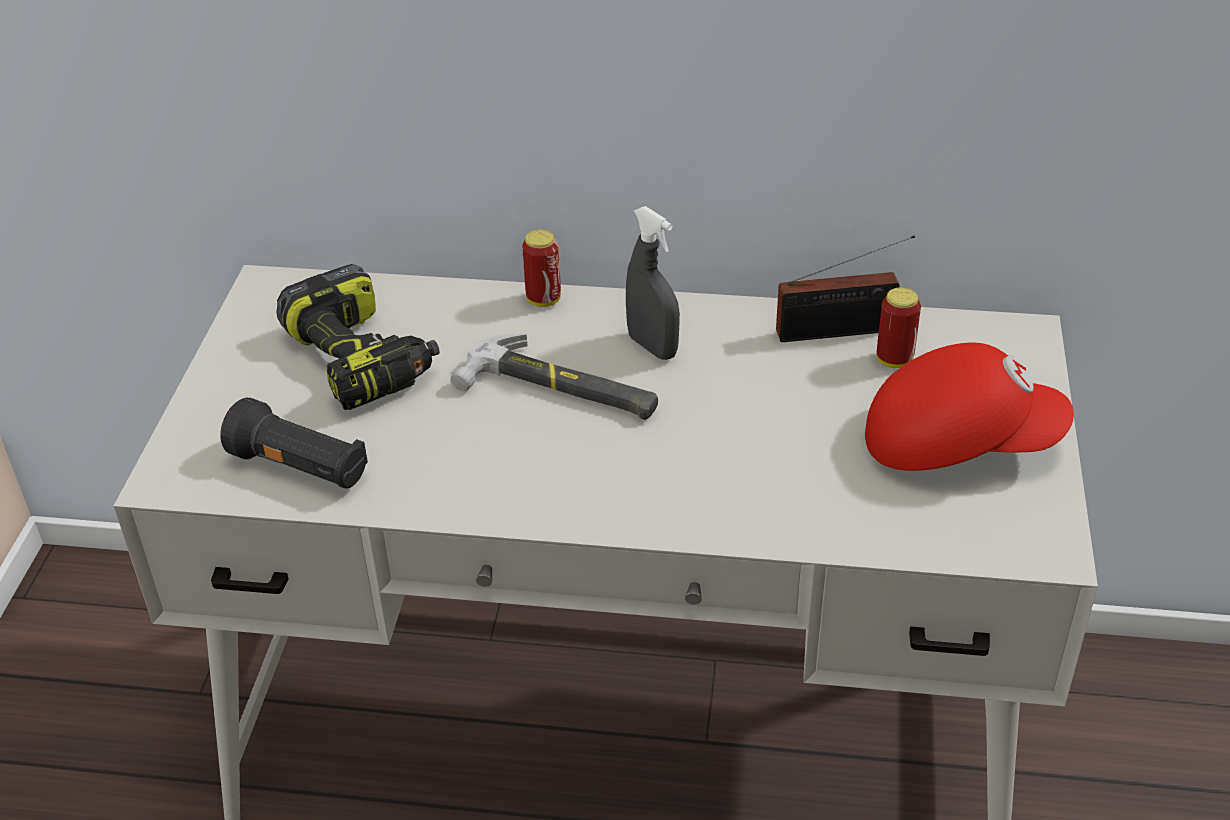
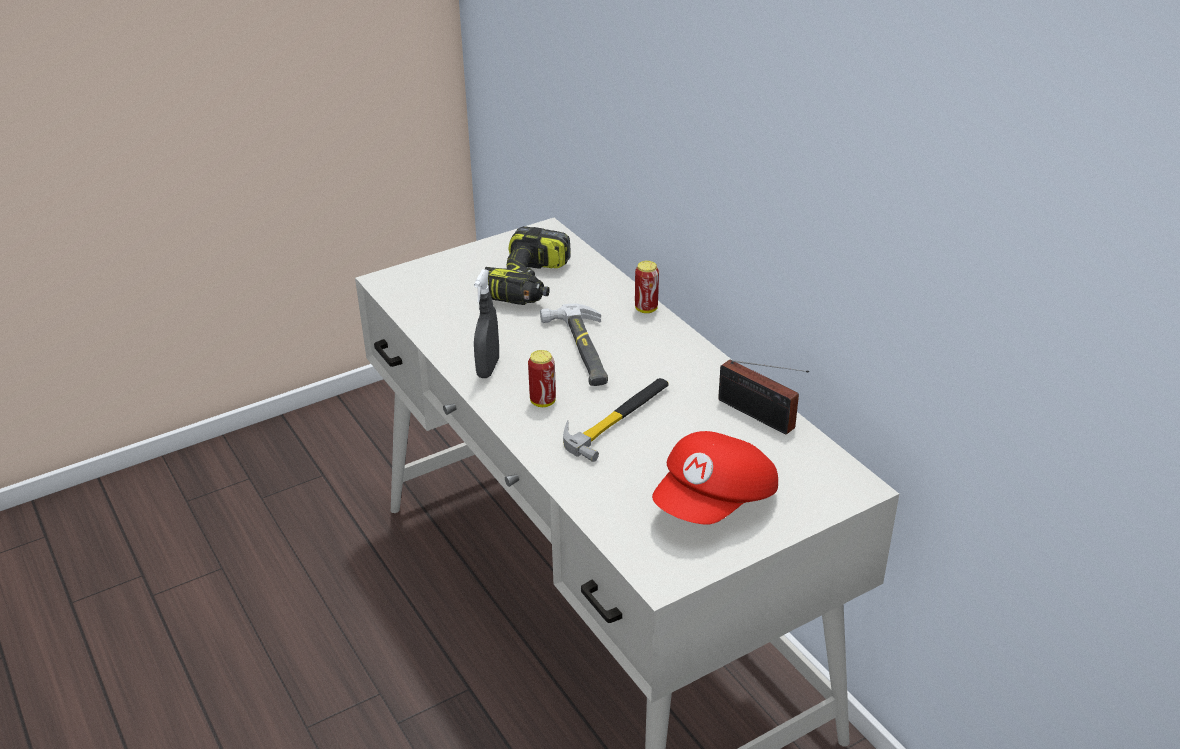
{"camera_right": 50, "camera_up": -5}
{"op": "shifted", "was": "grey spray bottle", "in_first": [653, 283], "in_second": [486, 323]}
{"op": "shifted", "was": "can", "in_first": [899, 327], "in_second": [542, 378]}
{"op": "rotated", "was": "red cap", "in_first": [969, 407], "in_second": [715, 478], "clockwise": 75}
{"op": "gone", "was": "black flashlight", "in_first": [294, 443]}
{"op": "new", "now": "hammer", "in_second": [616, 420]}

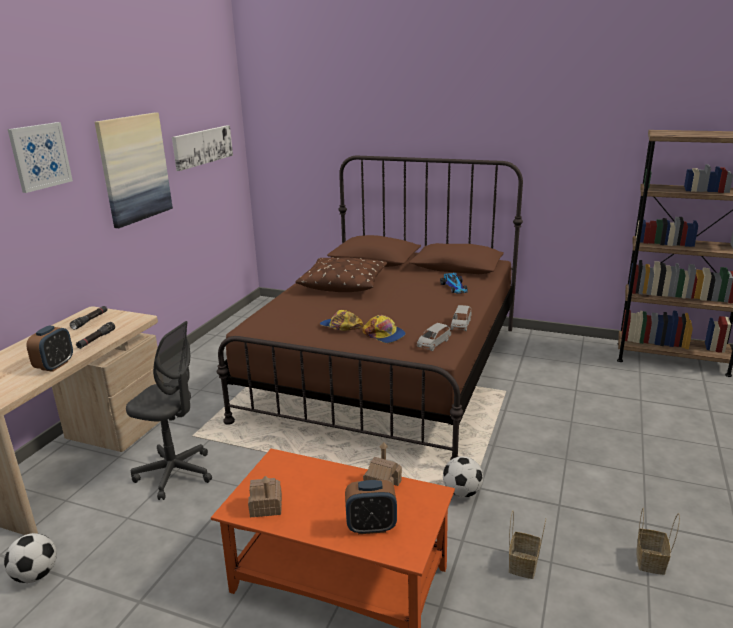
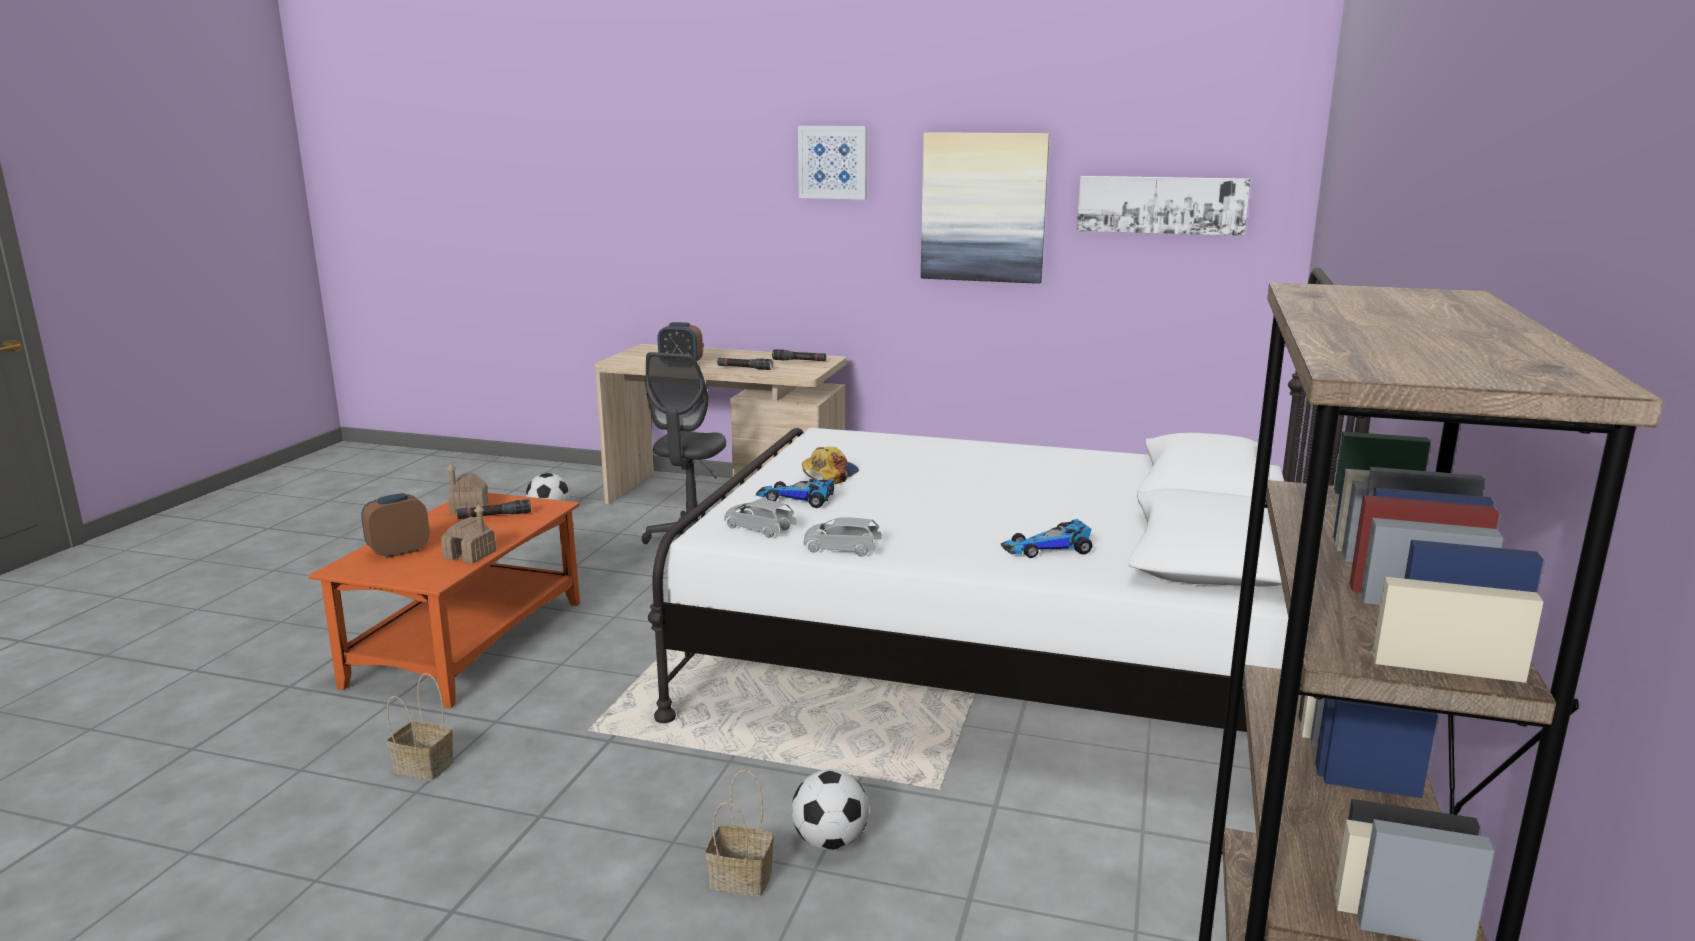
{"camera_right": 85, "camera_up": -5}
{"op": "repainted", "was": "brown bed", "now": "white bed", "in_first": [370, 308], "in_second": [1009, 499]}
{"op": "gone", "was": "brown pillow", "in_first": [341, 274]}
{"op": "swapped", "was": "cap", "now": "toy car", "in_first": [384, 329], "in_second": [795, 493]}
{"op": "shifted", "was": "football", "in_first": [463, 477], "in_second": [830, 809]}
{"op": "rotated", "was": "alarm clock", "in_first": [371, 507], "in_second": [395, 526], "clockwise": 60}
{"op": "shifted", "was": "basket", "in_first": [658, 541], "in_second": [739, 833]}
{"op": "new", "now": "black flashlight", "in_second": [494, 509]}

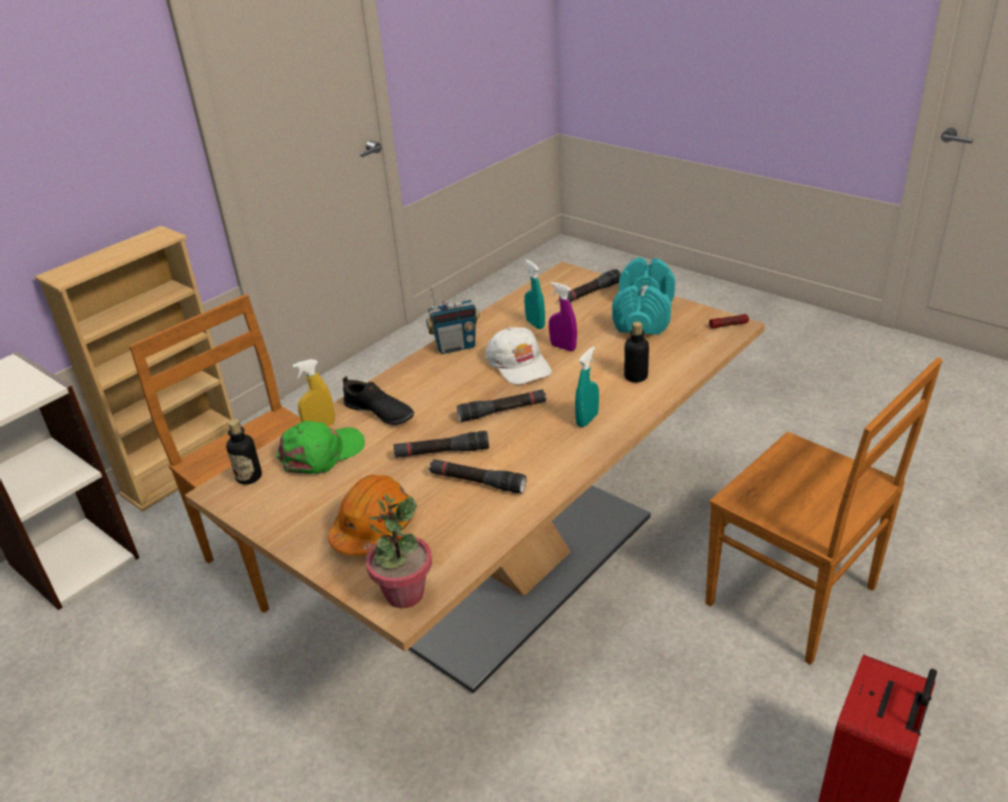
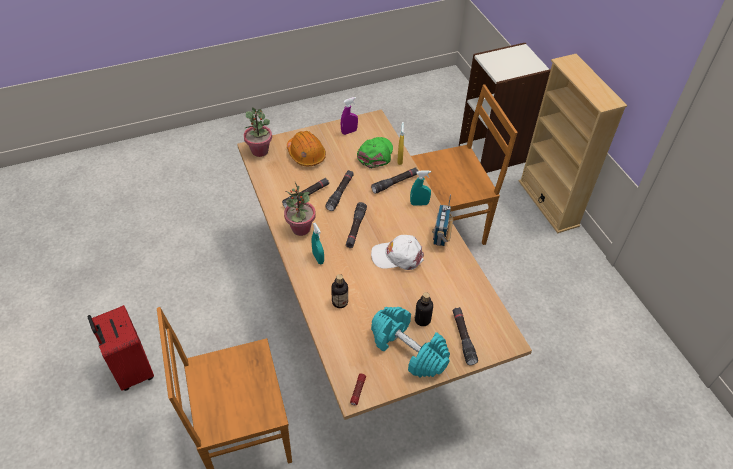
{"camera_right": 115, "camera_up": 15}
{"op": "shifted", "was": "turquoise spray bottle", "in_first": [534, 294], "in_second": [420, 188]}
{"op": "shifted", "was": "purple spray bottle", "in_first": [563, 316], "in_second": [349, 116]}
{"op": "swapped", "was": "black shoe", "now": "black flashlight", "in_first": [378, 400], "in_second": [394, 180]}
{"op": "shifted", "was": "bottle", "in_first": [244, 452], "in_second": [424, 309]}
{"op": "rotated", "was": "green cap", "in_first": [320, 447], "in_second": [375, 153], "clockwise": -150}
{"op": "new", "now": "potted plant", "in_second": [300, 209]}

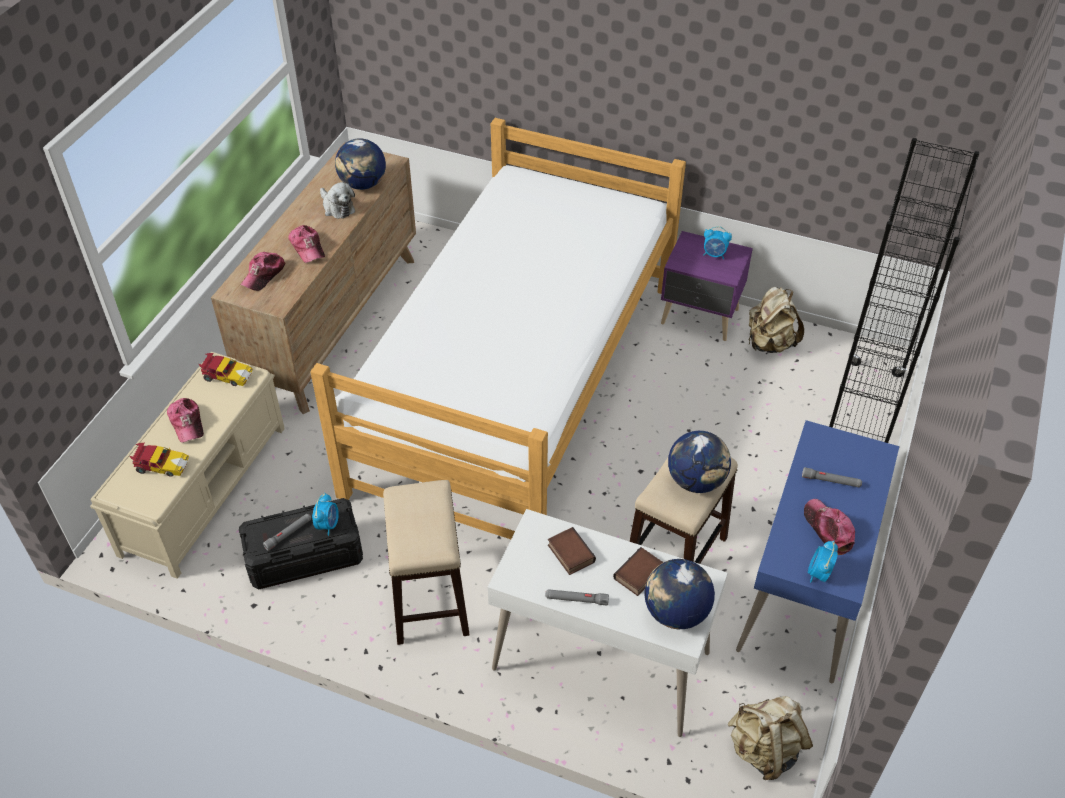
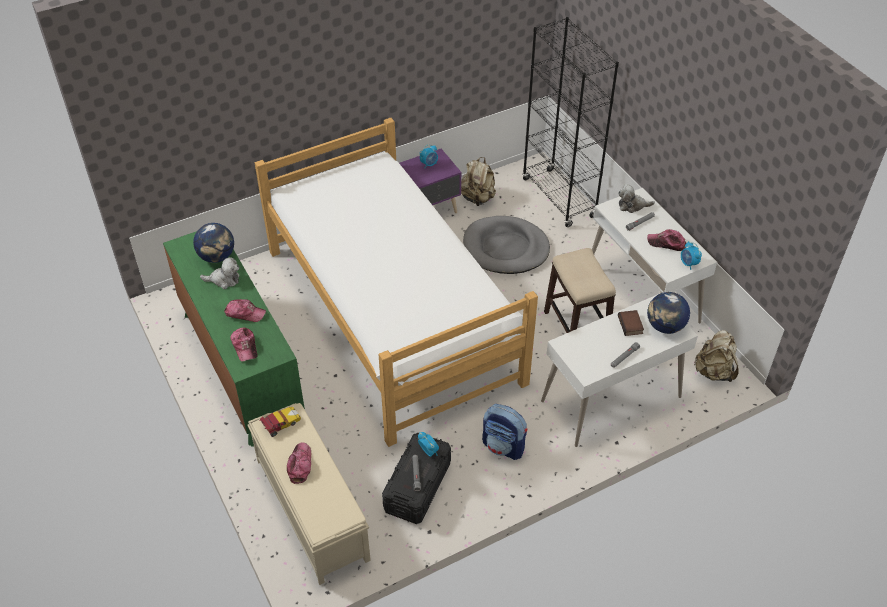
{"camera_right": -50, "camera_up": 0}
{"op": "repainted", "was": "brown dresser", "now": "green dresser", "in_first": [313, 278], "in_second": [234, 339]}
{"op": "rotated", "was": "cap", "in_first": [185, 420], "in_second": [299, 463], "clockwise": -105}
{"op": "repainted", "was": "blue desk", "now": "white desk", "in_first": [817, 551], "in_second": [654, 256]}
{"op": "gone", "was": "globe", "in_first": [699, 462]}
{"op": "gone", "was": "toy car", "in_first": [159, 460]}
{"op": "swapped", "was": "stool", "now": "backpack", "in_first": [426, 562], "in_second": [504, 432]}
{"op": "gone", "was": "book", "in_first": [572, 551]}
{"op": "new", "now": "plush toy", "in_second": [636, 198]}
{"op": "new", "now": "grey dog bed", "in_second": [506, 245]}

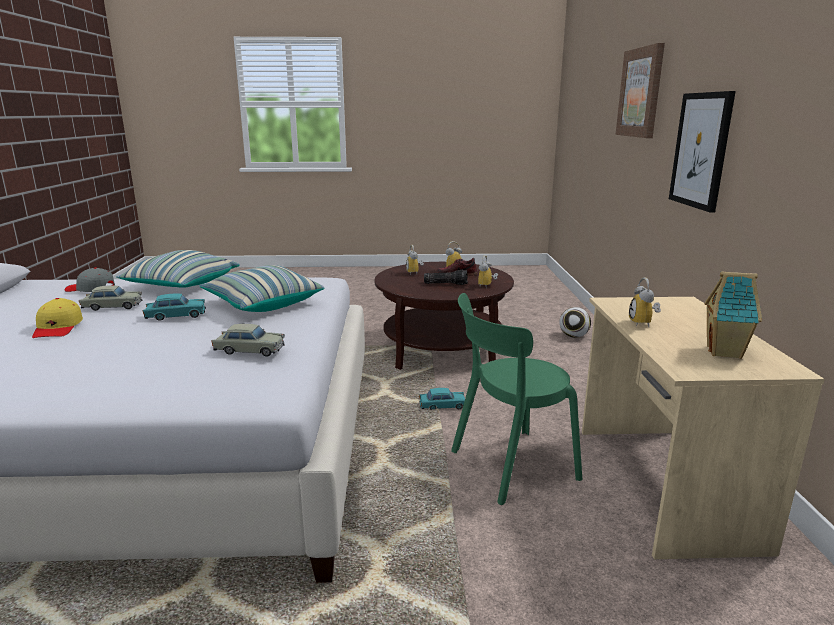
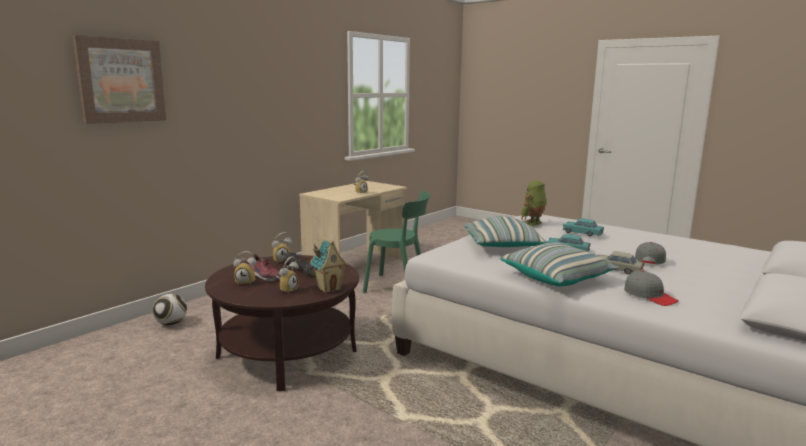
{"camera_right": -140, "camera_up": -5}
{"op": "gone", "was": "picture", "in_first": [702, 151]}
{"op": "shifted", "was": "toy house", "in_first": [733, 315], "in_second": [328, 265]}
{"op": "repainted", "was": "yellow cap", "now": "grey cap", "in_first": [57, 318], "in_second": [650, 253]}
{"op": "swapped", "was": "beige toy car", "now": "toy robot", "in_first": [248, 340], "in_second": [534, 203]}
{"op": "shifted", "was": "turquoise toy car", "in_first": [442, 399], "in_second": [583, 227]}

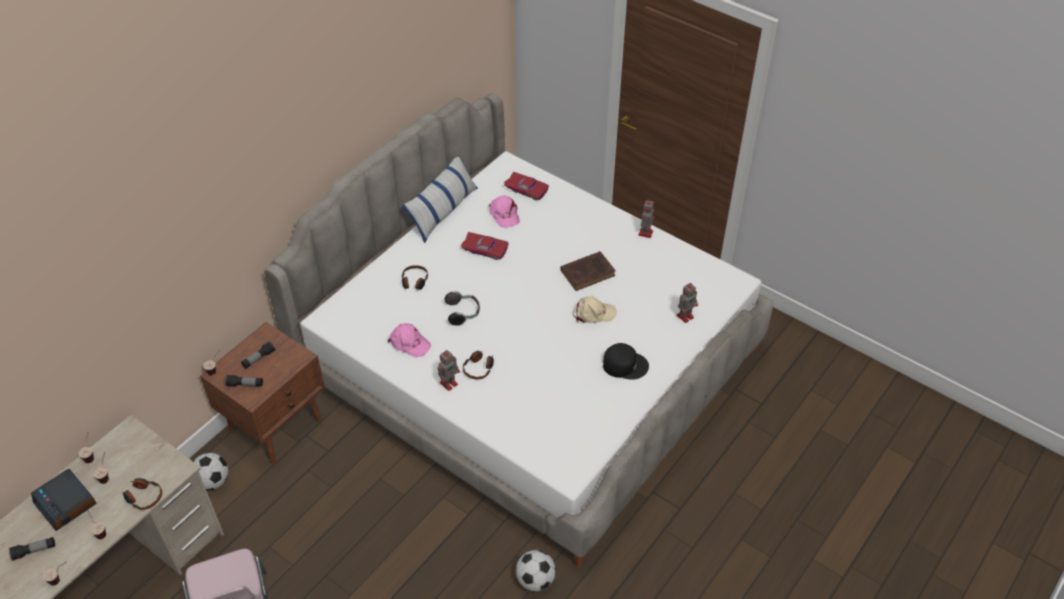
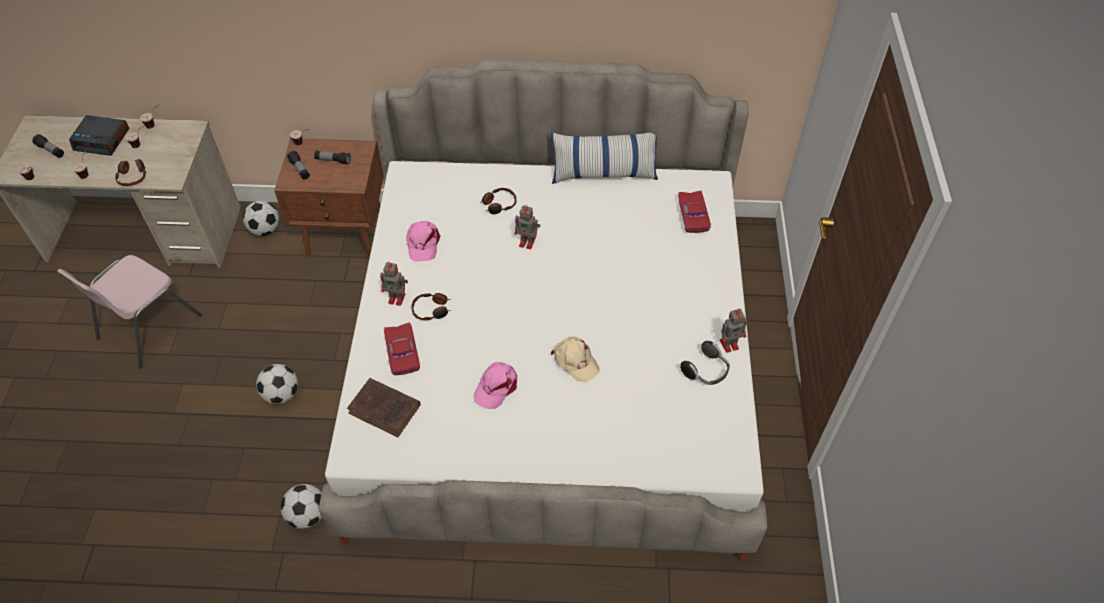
{"camera_right": 55, "camera_up": 5}
{"op": "shifted", "was": "pink cap", "in_first": [504, 211], "in_second": [495, 385]}
{"op": "shifted", "was": "red toy car", "in_first": [485, 246], "in_second": [402, 348]}
{"op": "shifted", "was": "brown book", "in_first": [588, 271], "in_second": [383, 407]}
{"op": "shifted", "was": "toy robot", "in_first": [687, 302], "in_second": [527, 227]}
{"op": "shifted", "was": "headphones", "in_first": [462, 308], "in_second": [705, 363]}
{"op": "gone", "was": "black cap", "in_first": [626, 361]}
{"op": "rotated", "was": "alarm clock", "in_first": [64, 500], "in_second": [99, 135], "clockwise": -90}
{"op": "new", "now": "football", "in_second": [277, 384]}

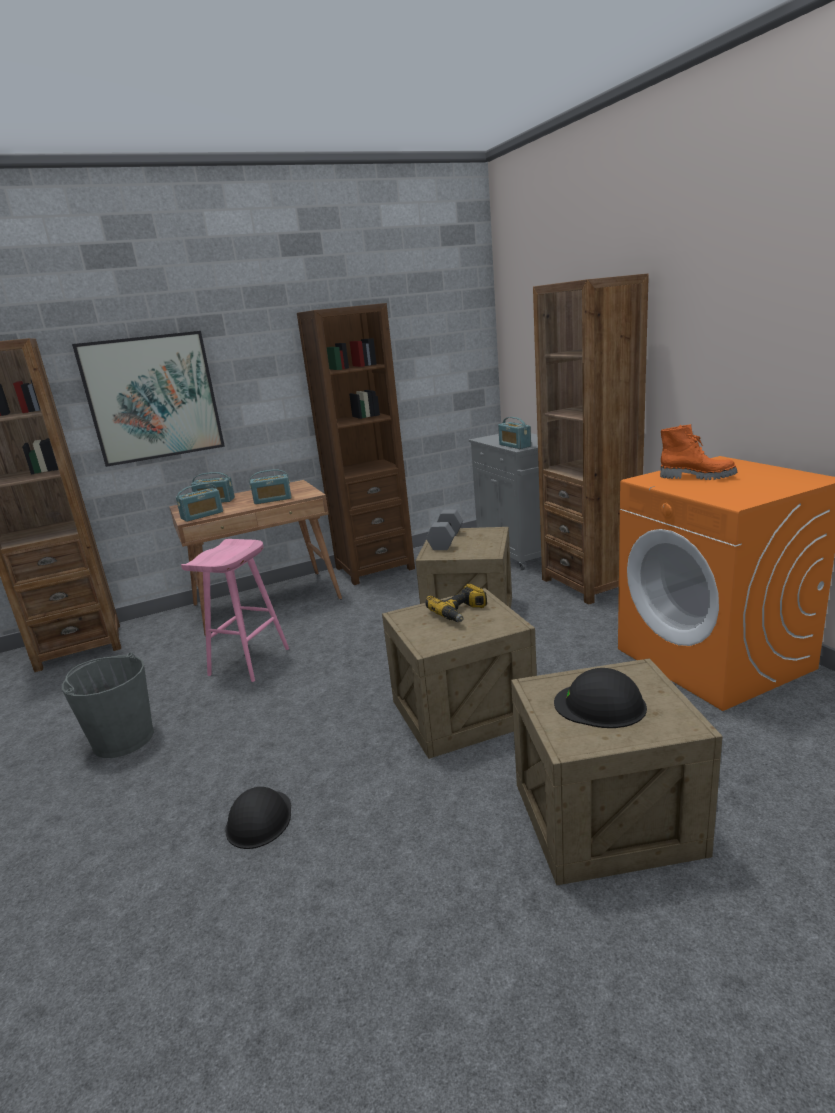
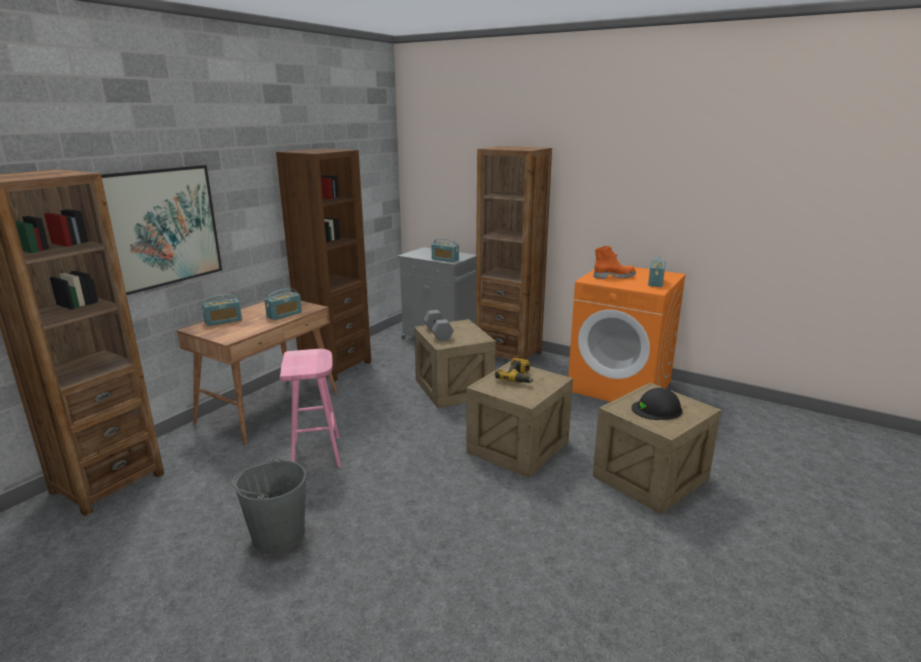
{"camera_right": -35, "camera_up": 0}
{"op": "shifted", "was": "radio", "in_first": [199, 502], "in_second": [656, 271]}
{"op": "gone", "was": "black hard hat", "in_first": [258, 818]}

